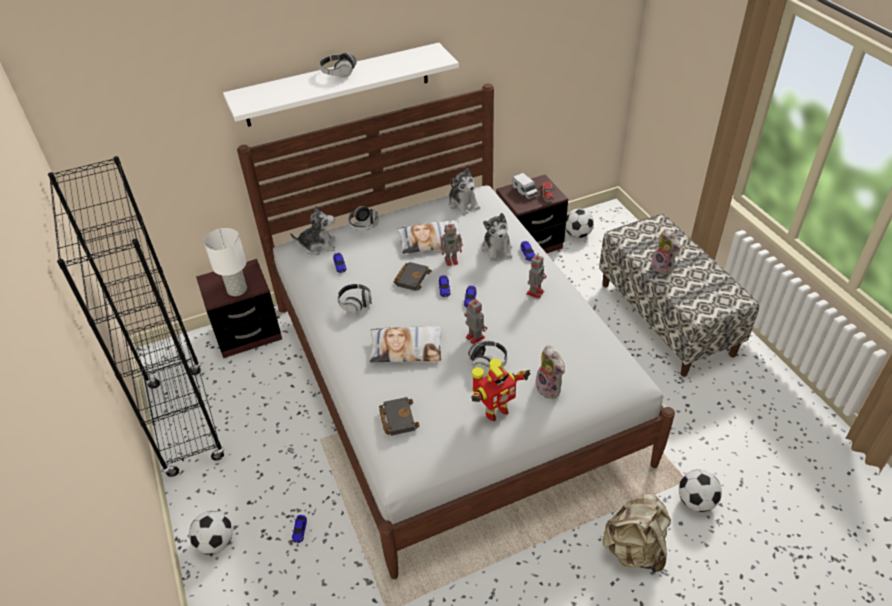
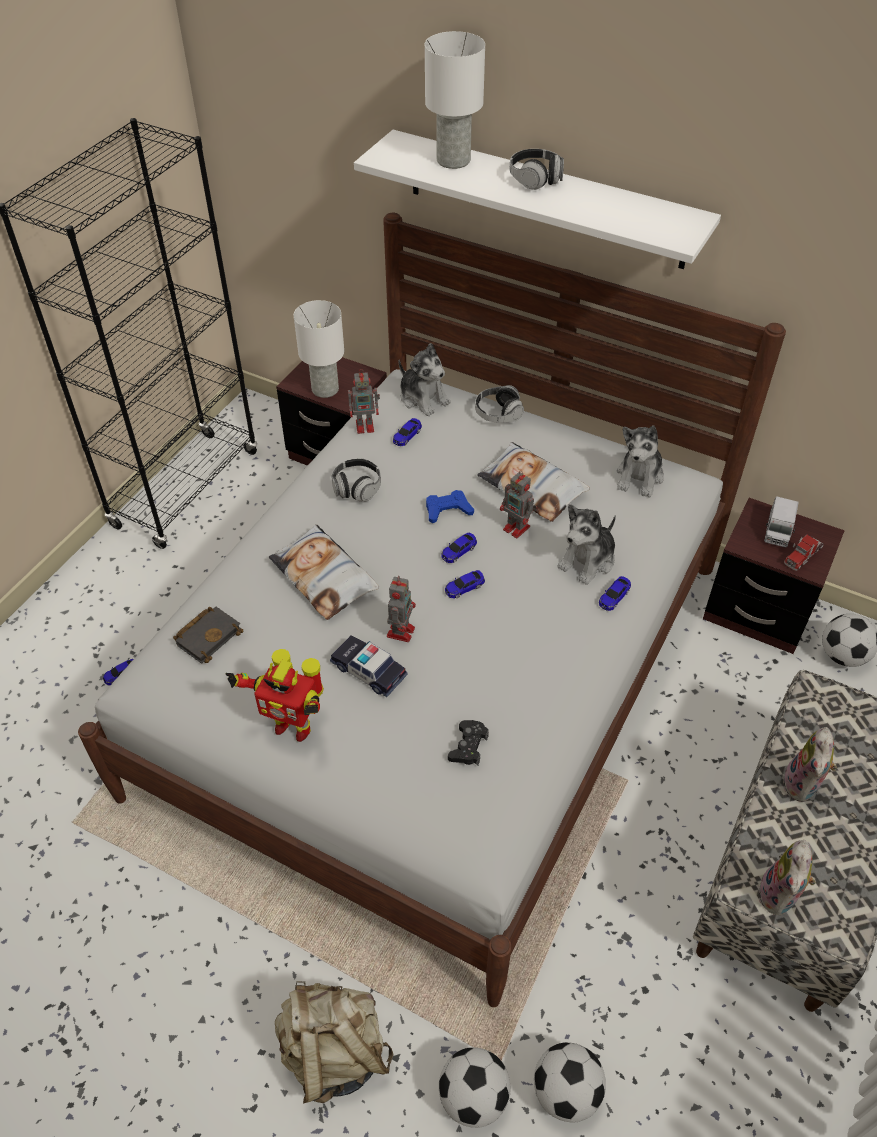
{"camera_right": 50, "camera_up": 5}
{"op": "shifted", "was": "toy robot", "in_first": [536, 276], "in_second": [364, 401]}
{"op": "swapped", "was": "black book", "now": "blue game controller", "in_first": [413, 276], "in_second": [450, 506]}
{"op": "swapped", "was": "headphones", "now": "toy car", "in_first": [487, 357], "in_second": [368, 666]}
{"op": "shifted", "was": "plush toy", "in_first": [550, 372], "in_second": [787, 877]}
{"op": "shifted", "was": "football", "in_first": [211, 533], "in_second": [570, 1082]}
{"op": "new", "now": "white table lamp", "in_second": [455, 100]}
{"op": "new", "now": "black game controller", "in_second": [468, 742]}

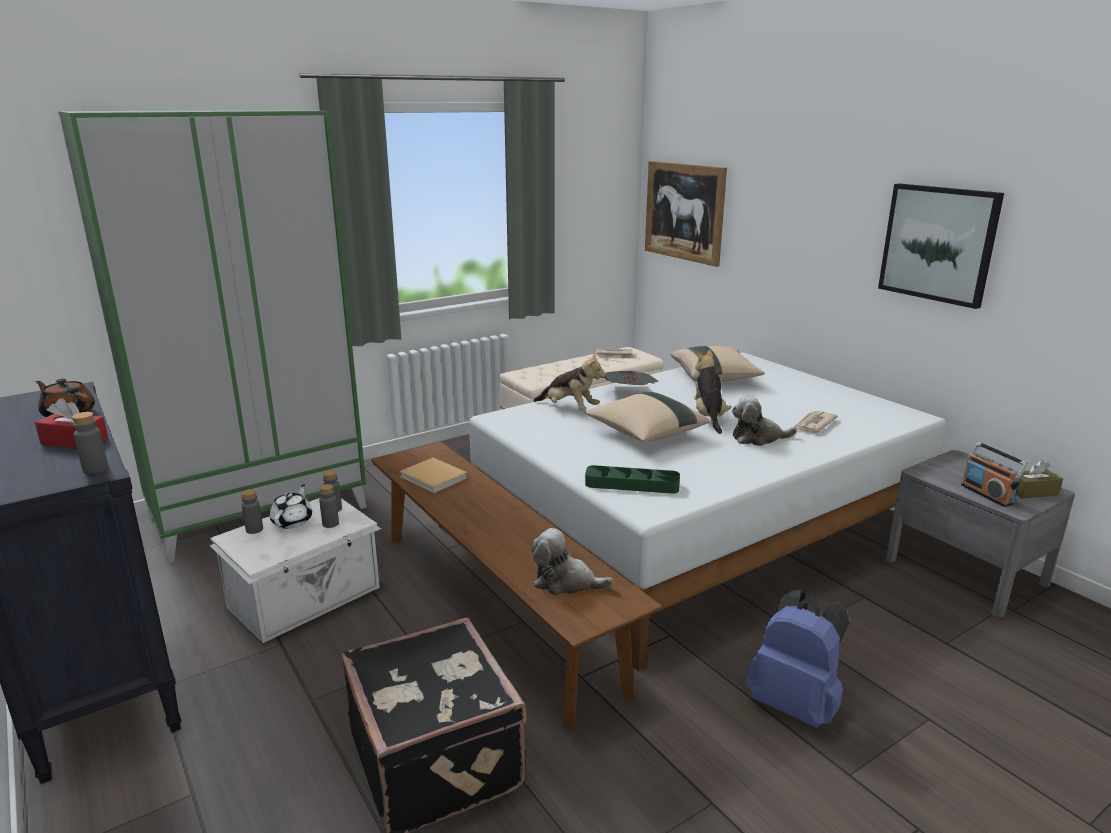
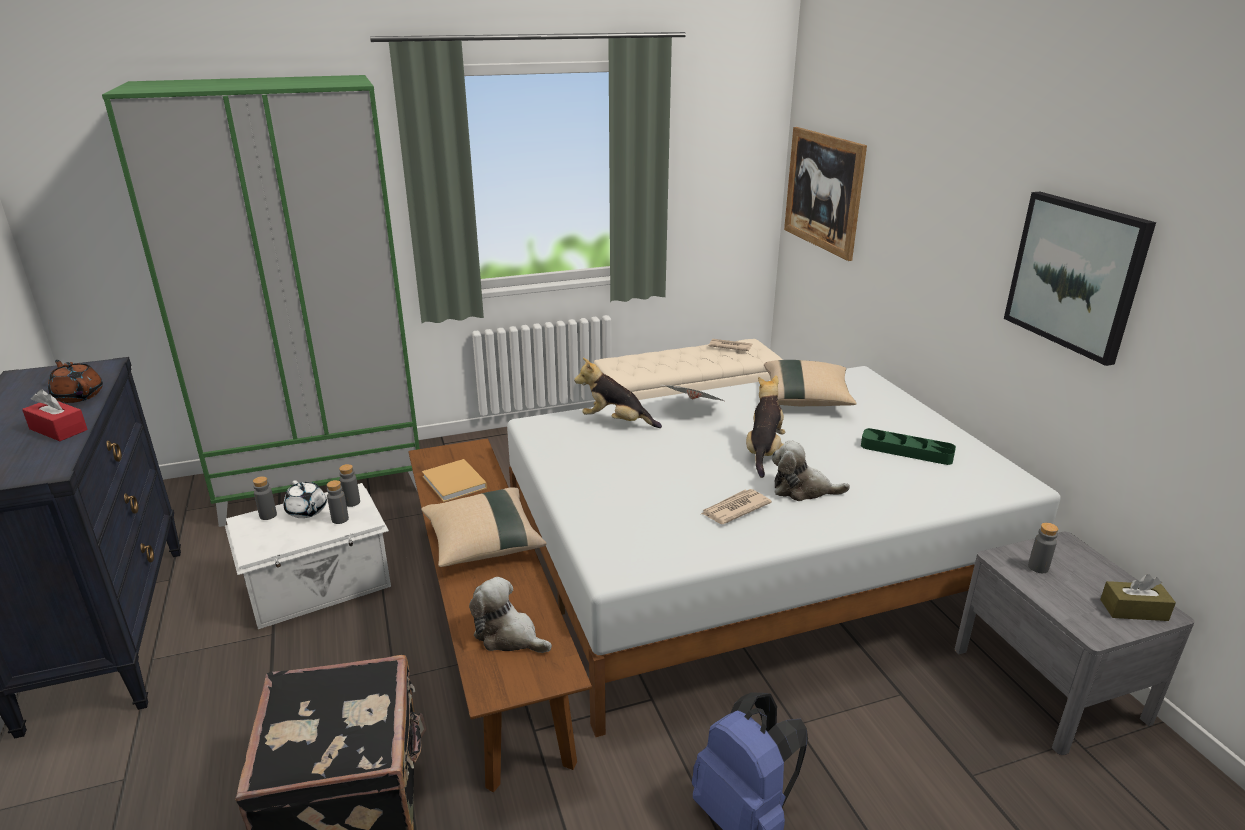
{"camera_right": 15, "camera_up": 5}
{"op": "rotated", "was": "plush toy", "in_first": [569, 381], "in_second": [618, 393], "clockwise": 150}
{"op": "shifted", "was": "beige pillow", "in_first": [647, 417], "in_second": [483, 527]}
{"op": "shifted", "was": "newspaper", "in_first": [816, 422], "in_second": [736, 506]}
{"op": "shifted", "was": "grey bottle", "in_first": [90, 443], "in_second": [1043, 548]}
{"op": "gone", "was": "radio", "in_first": [994, 474]}
{"op": "shifted", "was": "green tray", "in_first": [632, 479], "in_second": [908, 446]}
{"op": "rotated", "was": "white teapot", "in_first": [291, 506], "in_second": [305, 499], "clockwise": 120}

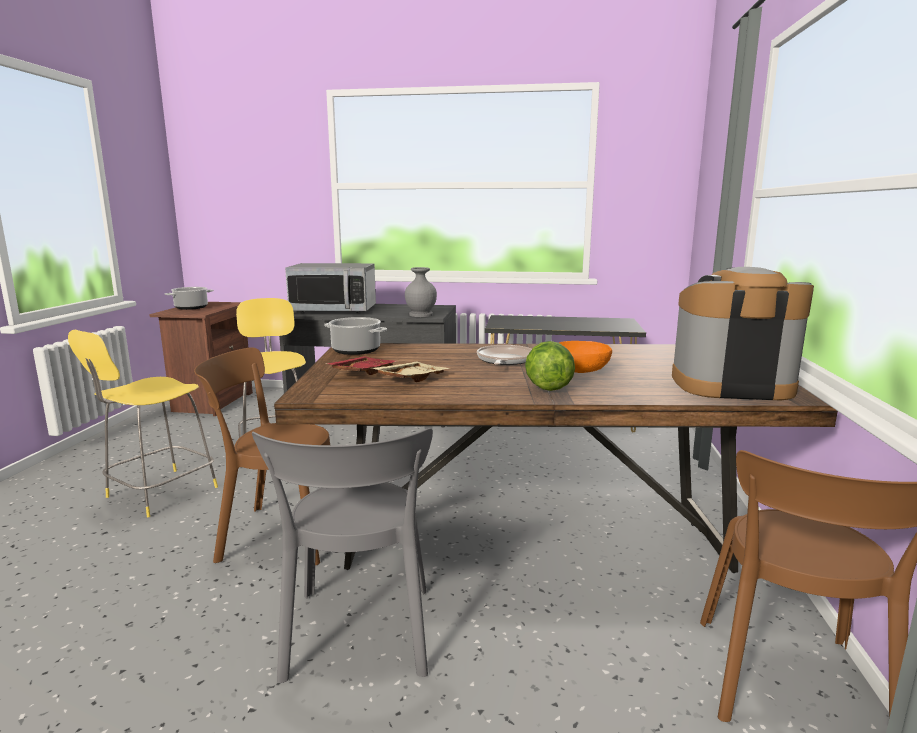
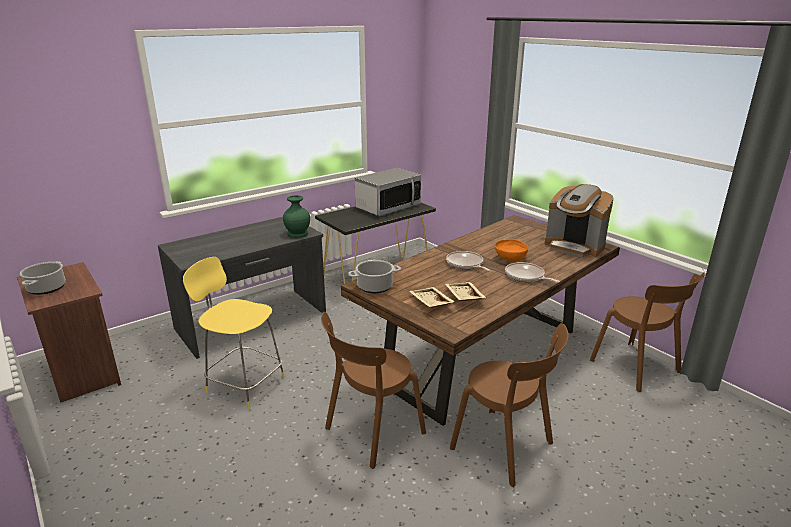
{"camera_right": -45, "camera_up": 10}
{"op": "shifted", "was": "microwave", "in_first": [330, 288], "in_second": [388, 192]}
{"op": "repainted", "was": "grey vase", "now": "green vase", "in_first": [421, 292], "in_second": [296, 216]}
{"op": "rotated", "was": "coffee machine", "in_first": [743, 333], "in_second": [579, 221], "clockwise": -105}
{"op": "gone", "was": "yellow stool", "in_first": [143, 423]}
{"op": "swapped", "was": "lettuce", "now": "frying pan", "in_first": [550, 366], "in_second": [532, 272]}
{"op": "repainted", "was": "red tray", "now": "beige tray", "in_first": [361, 365], "in_second": [432, 297]}
{"op": "repainted", "was": "grey chair", "now": "brown chair", "in_first": [342, 555], "in_second": [509, 405]}

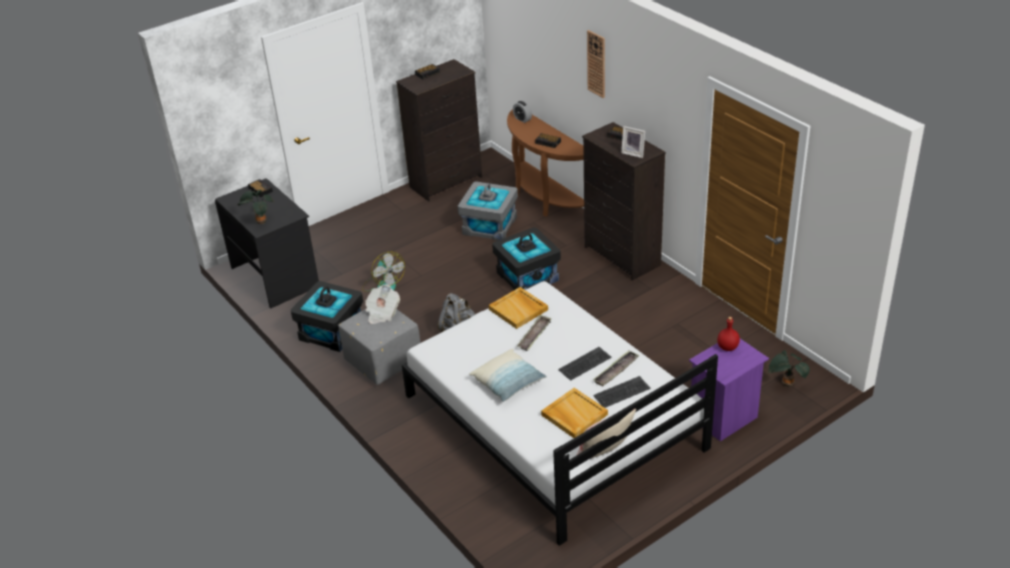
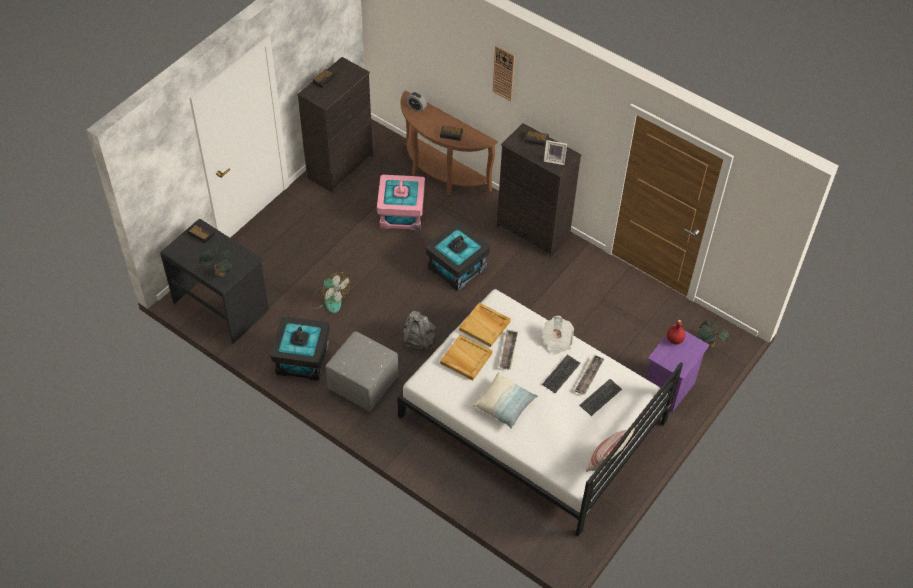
{"camera_right": -20, "camera_up": 15}
{"op": "repainted", "was": "grey storage box", "now": "pink storage box", "in_first": [488, 211], "in_second": [401, 202]}
{"op": "shifted", "was": "newspaper", "in_first": [382, 304], "in_second": [558, 335]}
{"op": "shifted", "was": "beige tray", "in_first": [574, 413], "in_second": [466, 357]}

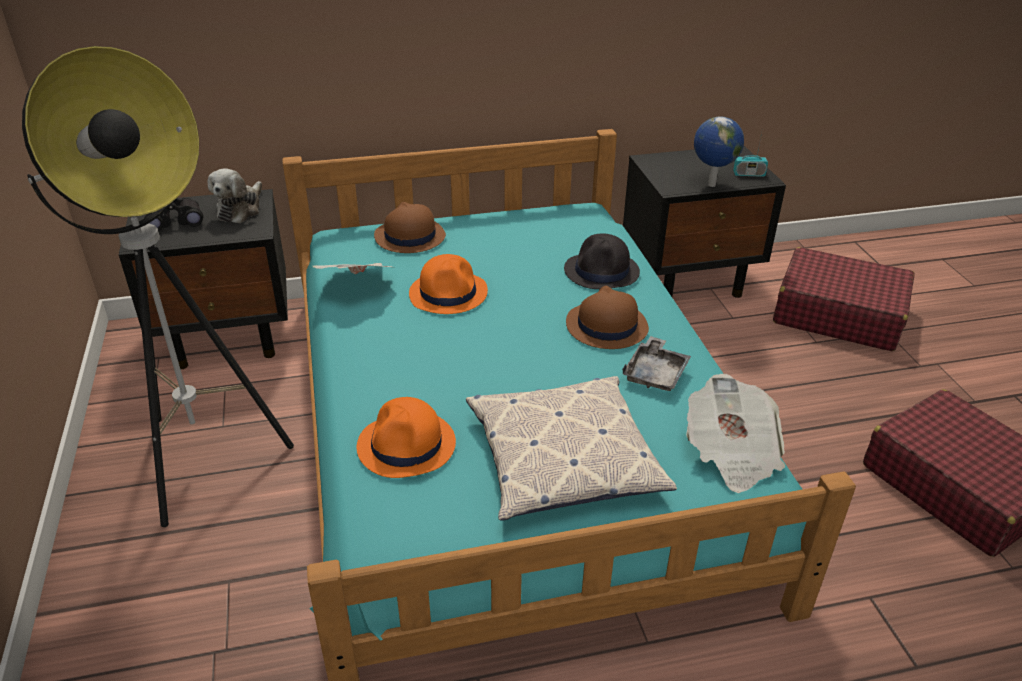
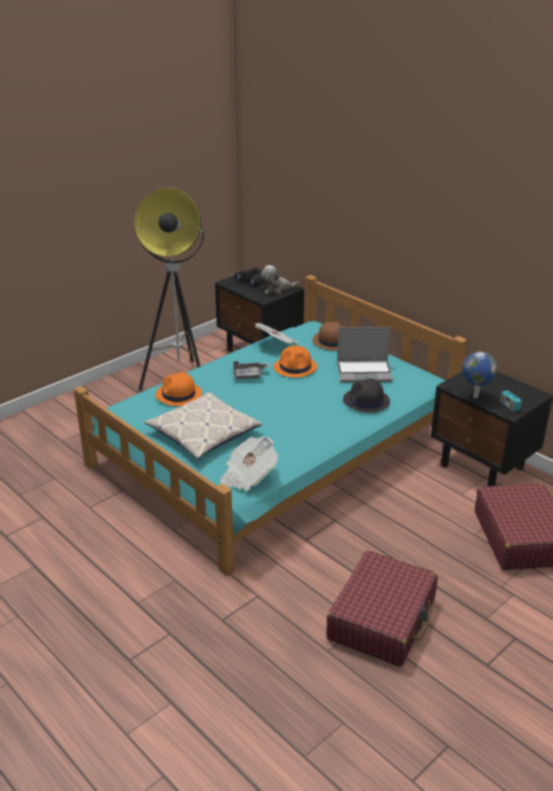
{"camera_right": 60, "camera_up": -5}
{"op": "gone", "was": "brown hat", "in_first": [607, 317]}
{"op": "shifted", "was": "grey tray", "in_first": [656, 363], "in_second": [251, 370]}
{"op": "new", "now": "laptop", "in_second": [365, 355]}

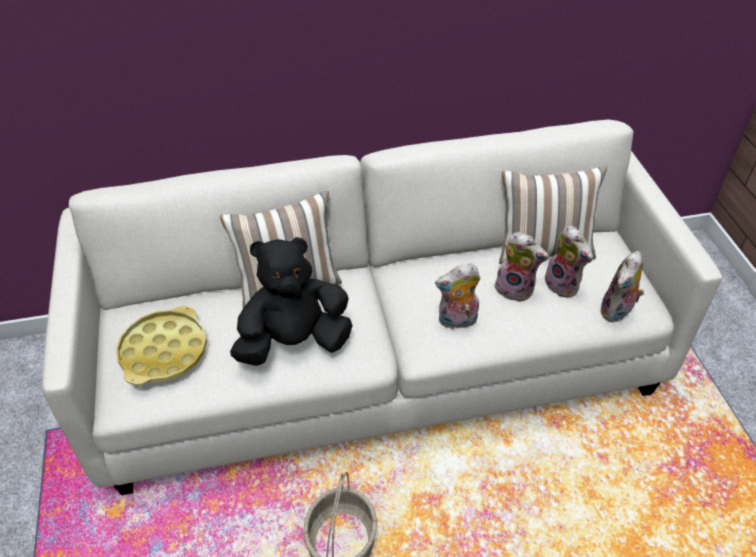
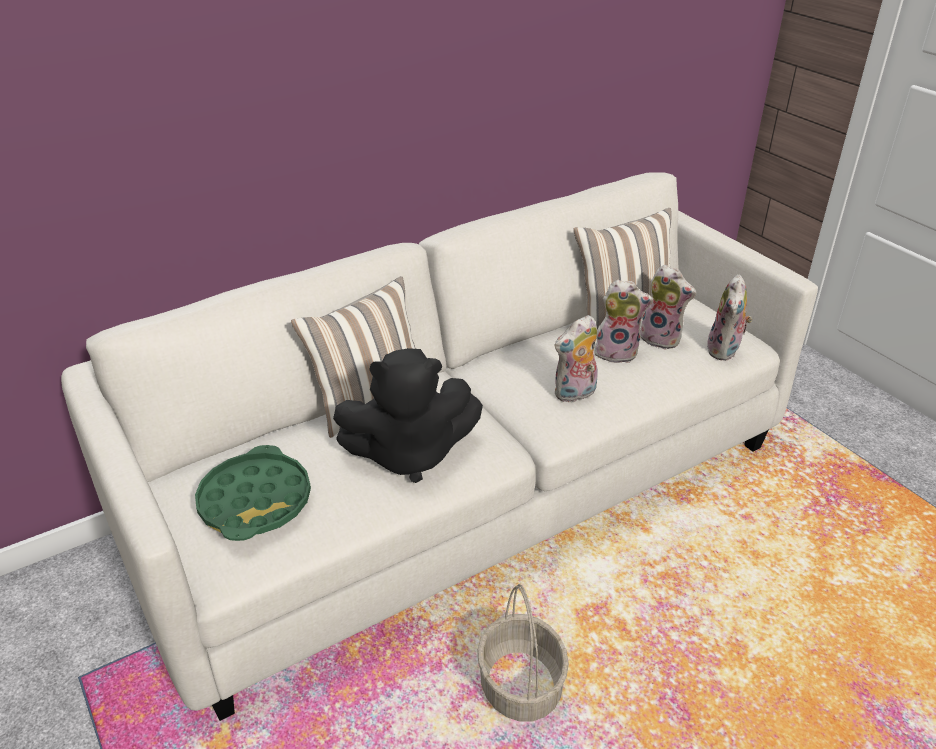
{"camera_right": -20, "camera_up": -10}
{"op": "rotated", "was": "black plush toy", "in_first": [291, 301], "in_second": [408, 415], "clockwise": -150}
{"op": "repainted", "was": "yellow tray", "now": "green tray", "in_first": [161, 345], "in_second": [253, 493]}

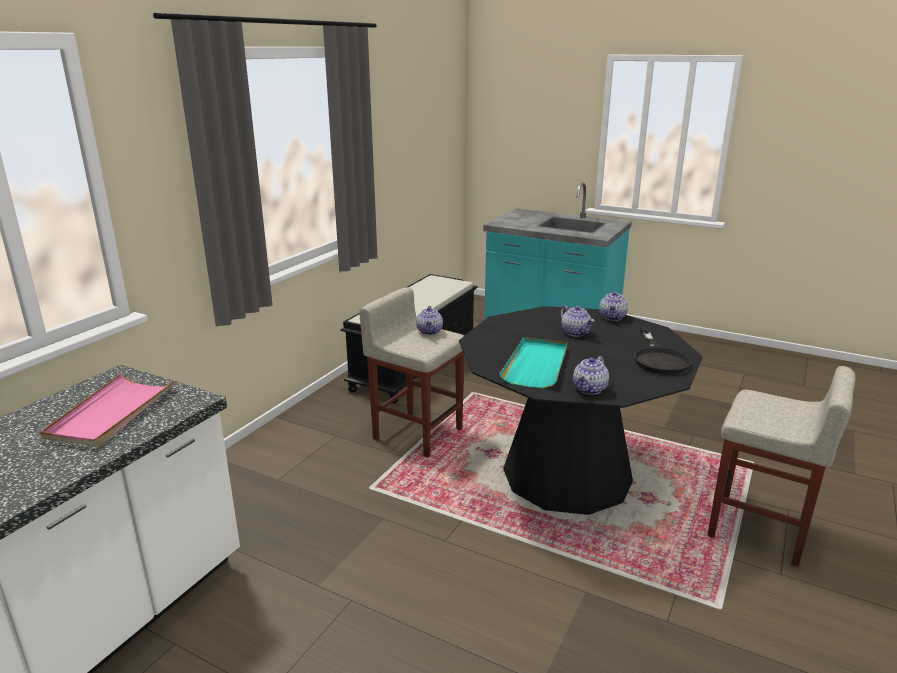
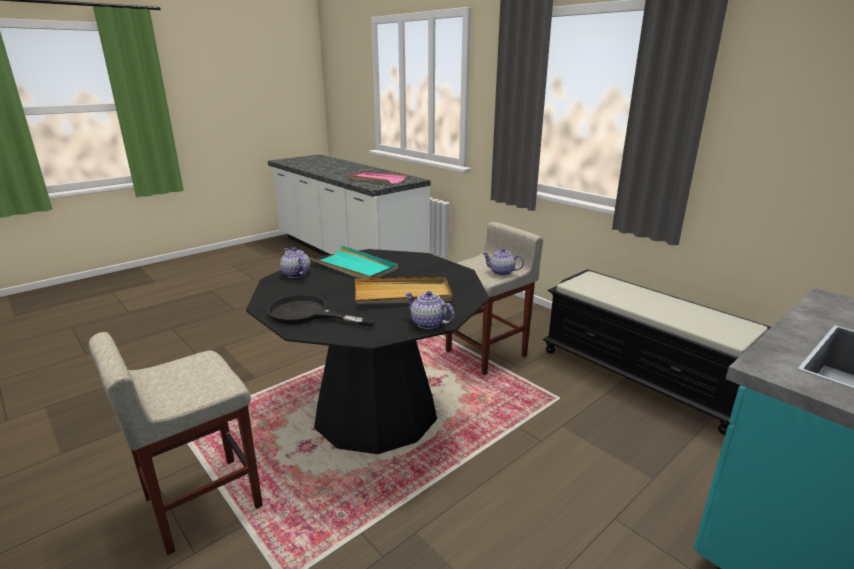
{"camera_right": 110, "camera_up": 0}
{"op": "swapped", "was": "teapot", "now": "beige tray", "in_first": [577, 321], "in_second": [403, 290]}

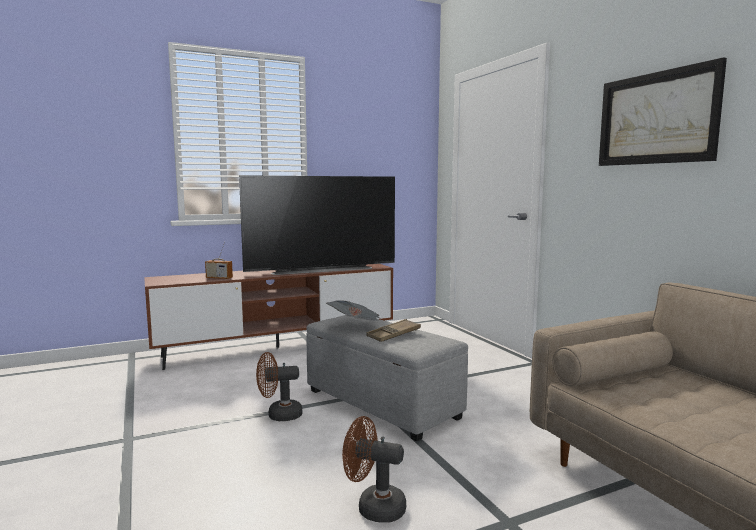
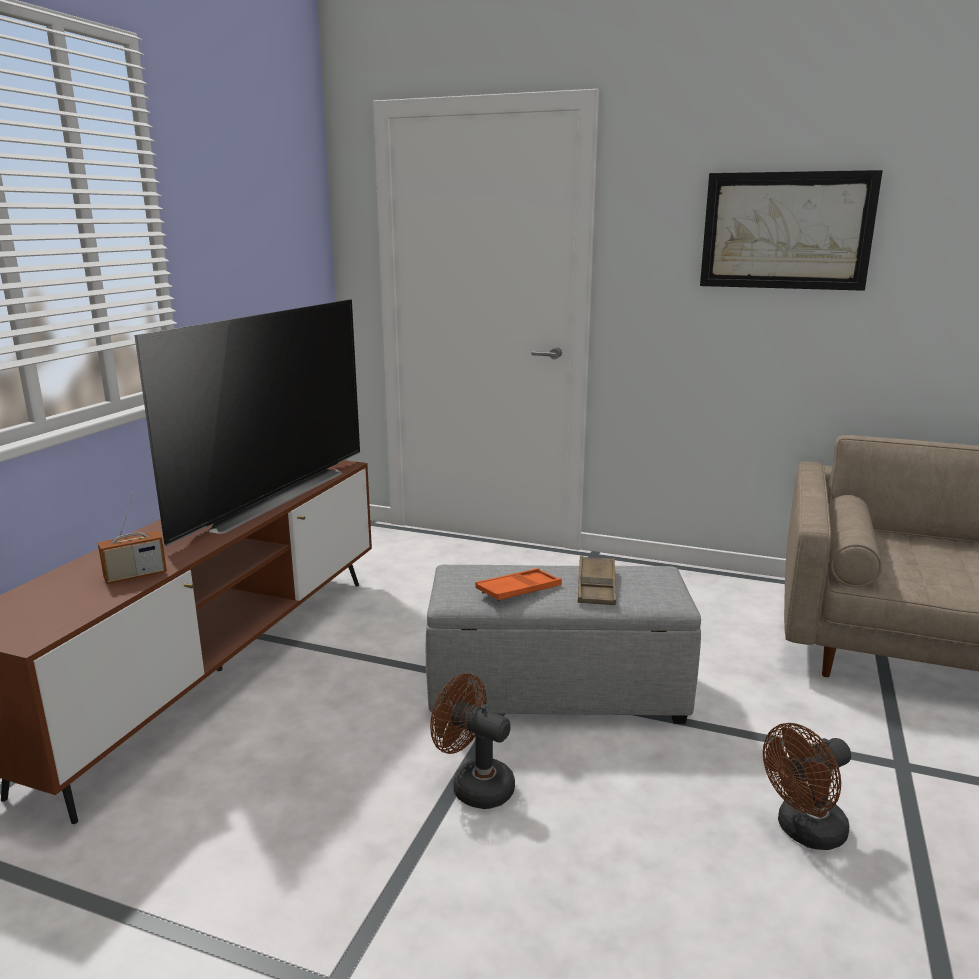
{"camera_right": -45, "camera_up": 10}
{"op": "swapped", "was": "newspaper", "now": "orange tray", "in_first": [352, 310], "in_second": [518, 585]}
{"op": "rotated", "was": "brown fan", "in_first": [279, 386], "in_second": [472, 741], "clockwise": 90}

